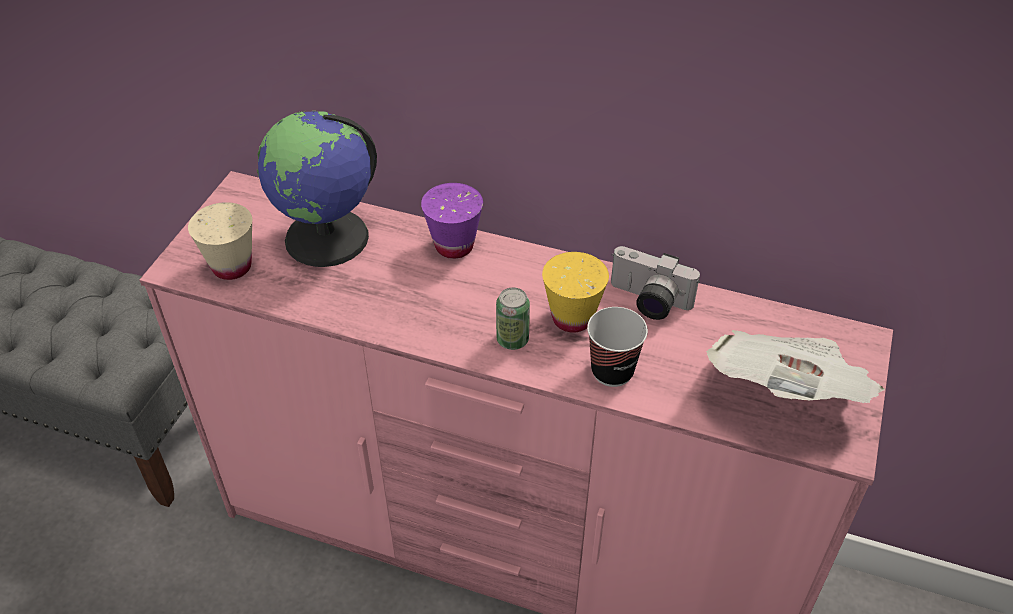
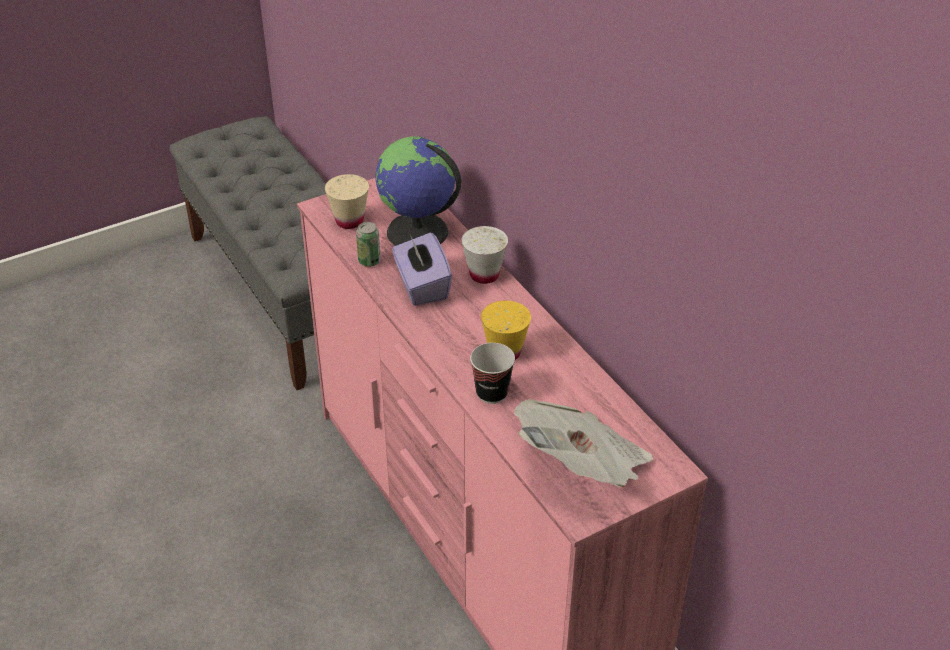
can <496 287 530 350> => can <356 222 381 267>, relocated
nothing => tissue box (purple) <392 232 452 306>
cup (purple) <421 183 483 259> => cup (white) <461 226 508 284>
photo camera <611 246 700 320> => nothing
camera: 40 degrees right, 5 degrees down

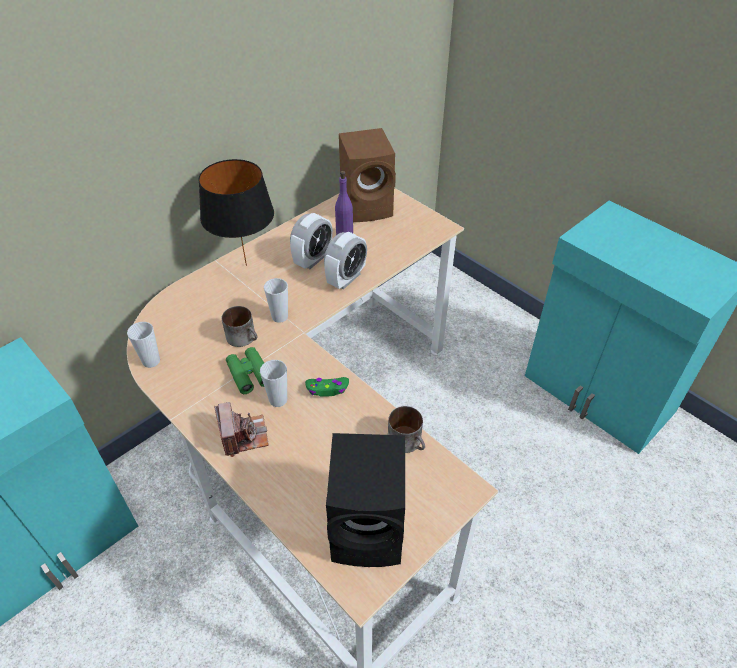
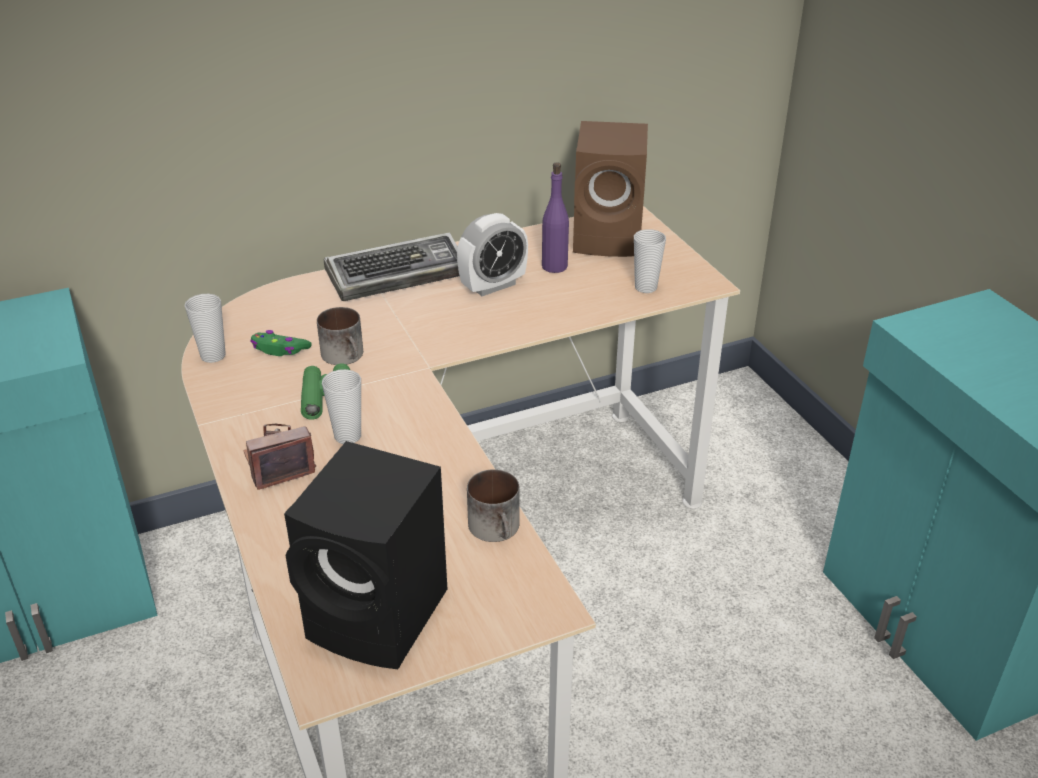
photo camera <214 402 269 457> => photo camera <243 424 316 490>, 120 degrees counterclockwise
game controller (green) <305 377 349 397> => game controller (green) <250 330 312 356>, relocated
table lamp (black) <198 159 274 266> => keyboard <324 233 460 301>
cup <264 278 288 323> => cup <634 229 666 293>, relocated
alarm clock <324 232 367 289> => nothing
camera: 20 degrees right, 10 degrees down

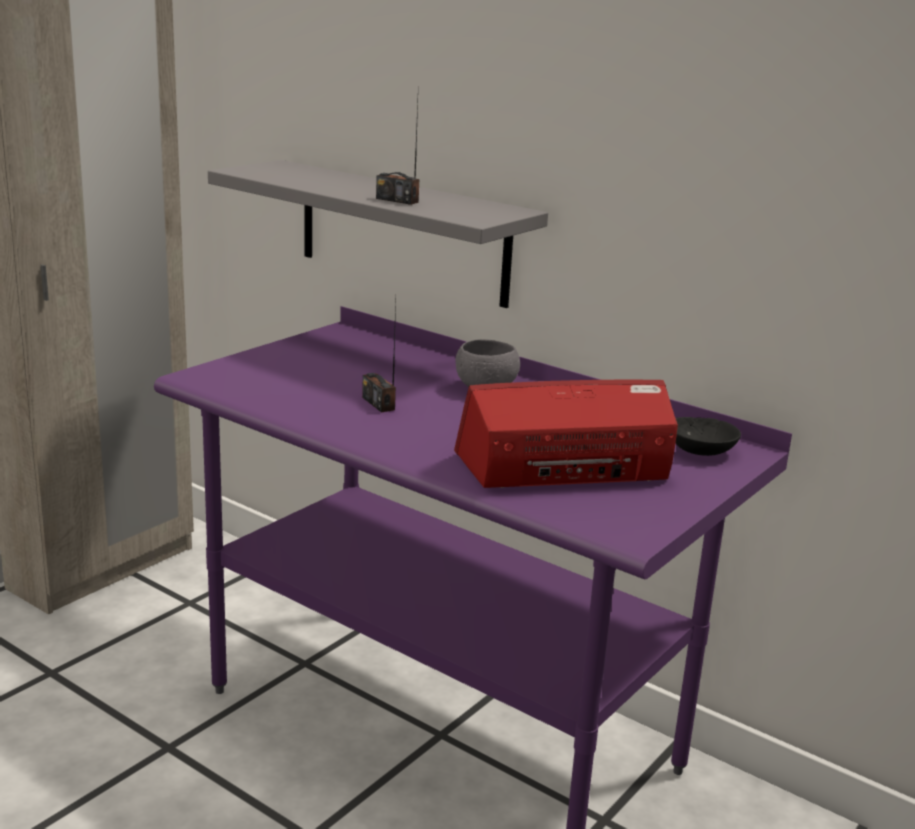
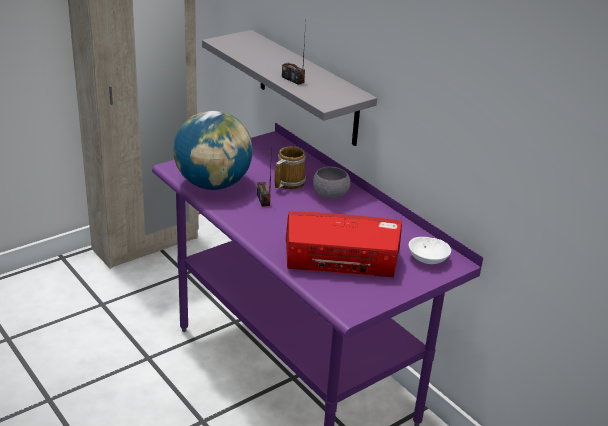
nothing => globe <173 110 253 190>
nothing => mug <274 146 306 190>
bowl (black) <675 417 741 456> => bowl (white) <409 237 451 264>
camera: 15 degrees right, 10 degrees up

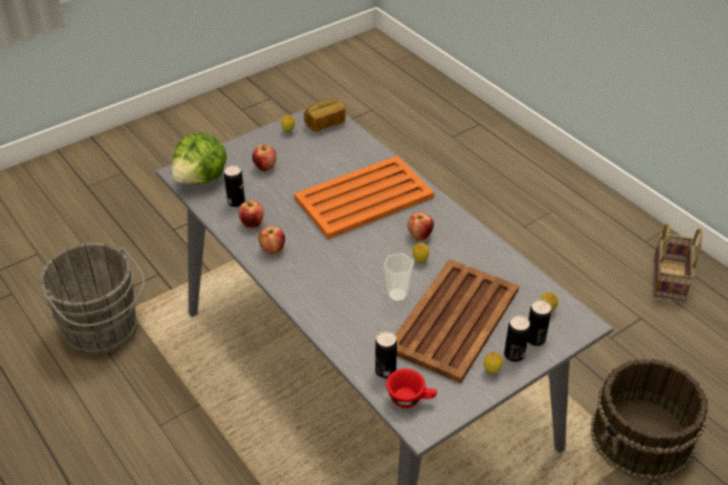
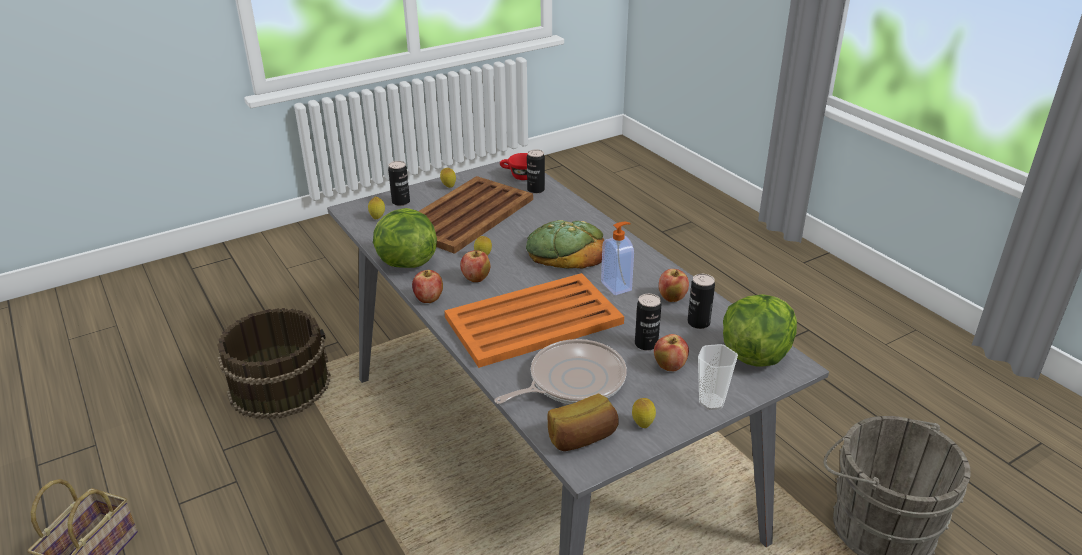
nothing => lettuce <373 208 437 268>
apple <258 226 285 254> => apple <412 270 443 303>, relocated
nothing => frying pan <494 339 627 404>
nothing => bread <526 220 604 269>
nothing => soap dispenser <601 222 634 295>
can <504 315 530 362> => can <635 294 661 351>, relocated
cup <384 253 414 302> => cup <698 344 738 410>, relocated
camera: 175 degrees left, 10 degrees down

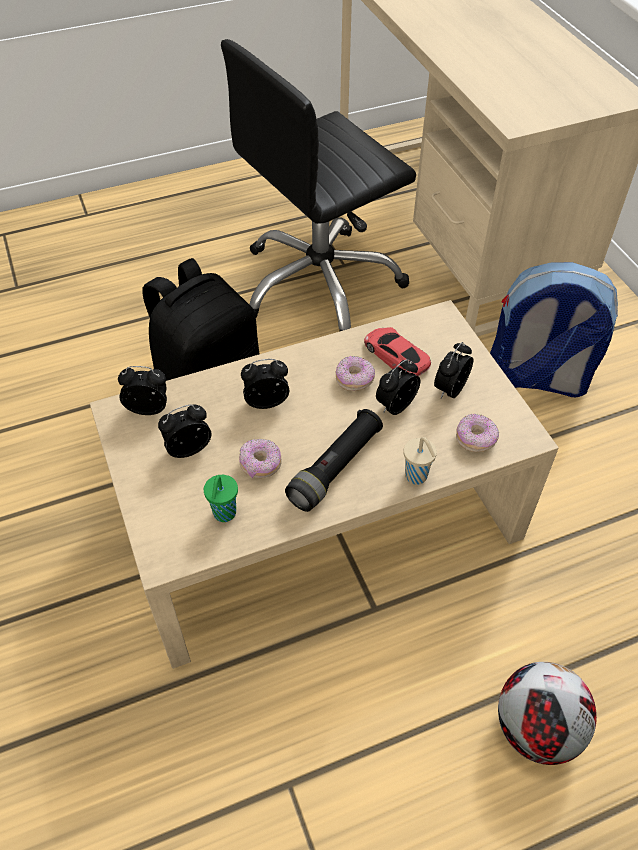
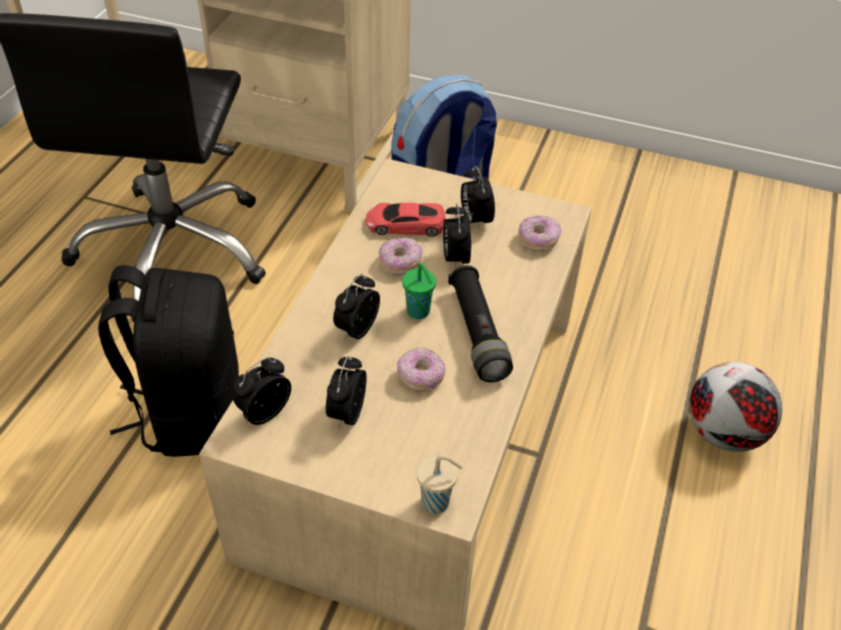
cup (green) <204 475 238 522> => cup (green) <402 263 436 319>, relocated
cup (beige) <404 437 437 485> => cup (beige) <417 455 463 514>, relocated
camera: 50 degrees left, 5 degrees down

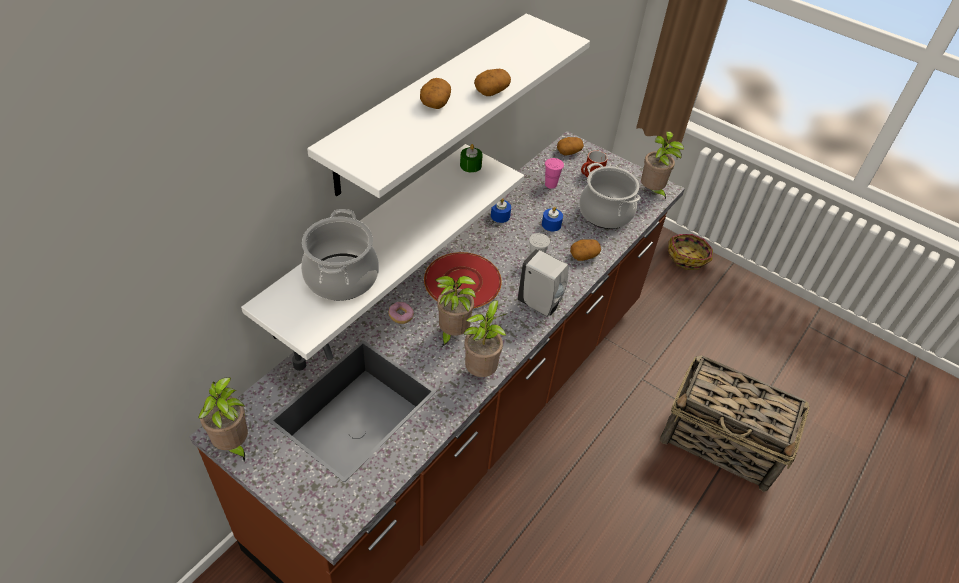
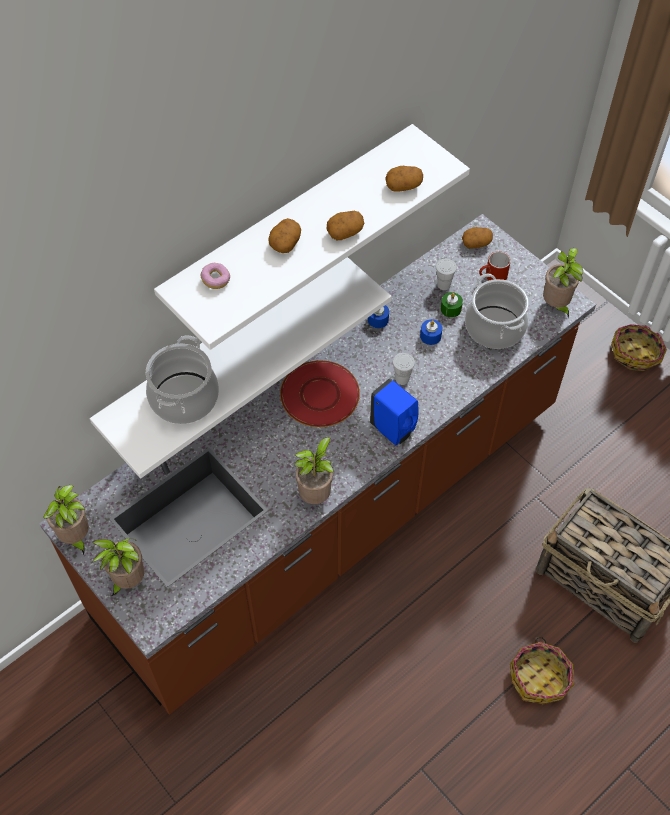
potted plant <435 276 476 348> => potted plant <92 538 144 596>, relocated
donut <388 302 414 324> => donut <201 263 230 289>, relocated
soap dispenser (white) <517 249 569 317> => soap dispenser (blue) <370 378 419 446>
potato <570 239 601 261> => potato <385 166 423 192>, relocated
cup (pink) <545 158 564 189> => cup (white) <436 259 457 290>
candle (green) <460 144 483 173> => candle (green) <441 292 463 317>, relocated
nothing => basket <510 637 574 704>
camera: 15 degrees right, 10 degrees up

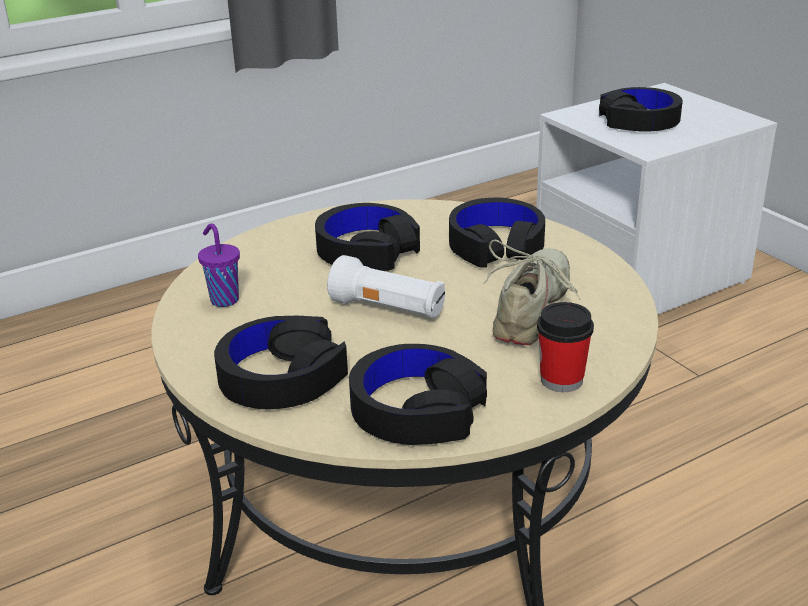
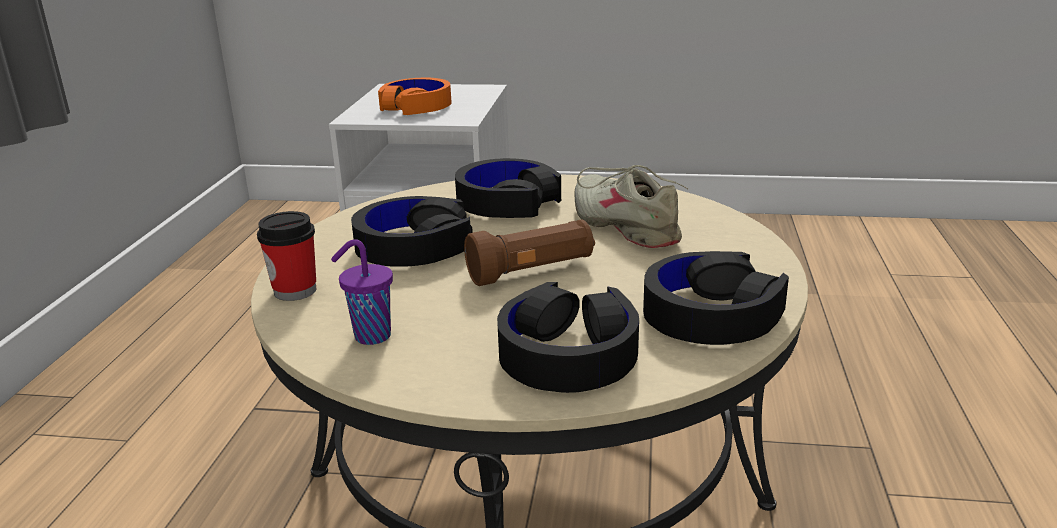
cup <537 302 594 392> => cup <257 211 316 301>, relocated
headphones (black) <599 87 683 132> => headphones (orange) <378 78 452 115>
flashlight (white) <327 255 445 318> => flashlight (brown) <464 220 595 286>
camera: 50 degrees left, 5 degrees down

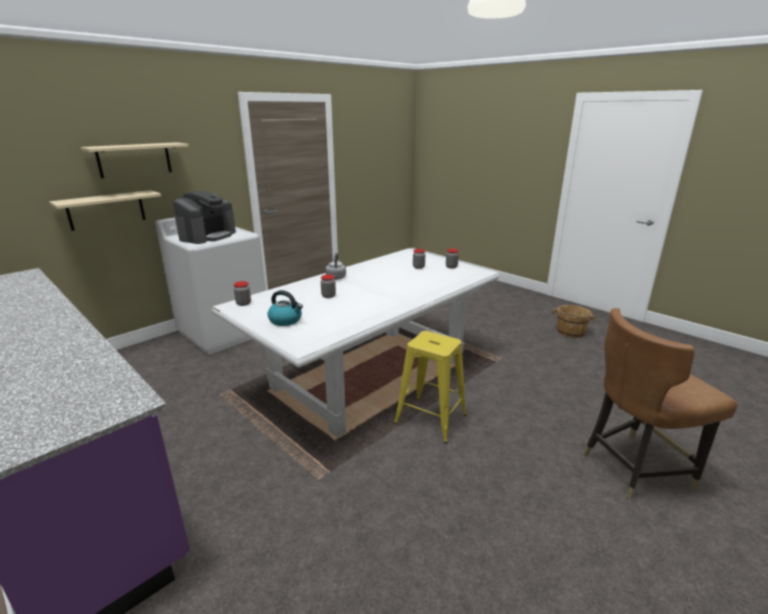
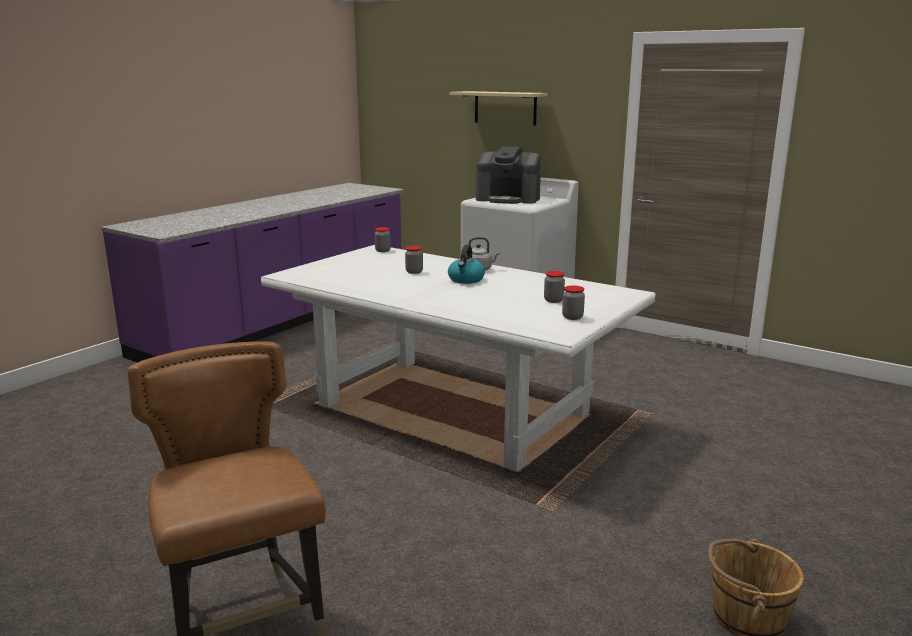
kettle <268 290 303 326> => kettle <448 245 485 284>, relocated
shelf (beige) <49 190 161 231> => nothing
stool (yellow) <394 331 467 443> => nothing
camera: 80 degrees right, 5 degrees down

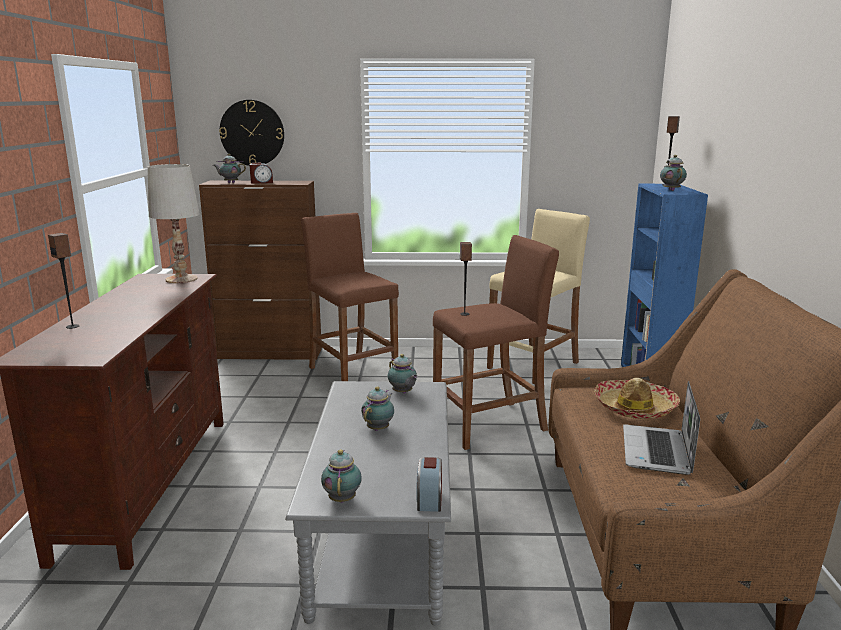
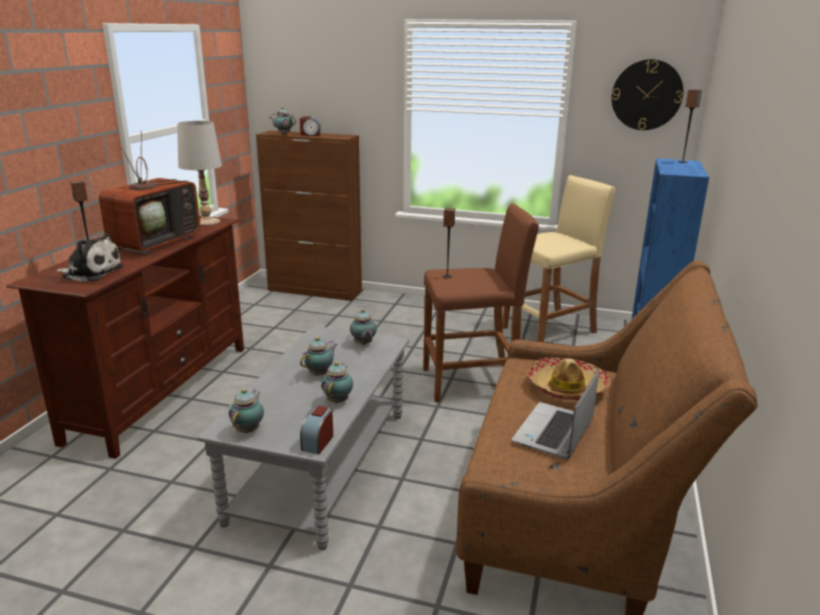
nothing => plush toy <56 233 124 282>
nothing => television <99 131 200 254>
teapot <660 155 687 191> => teapot <321 362 353 404>, relocated
wall clock <219 100 284 166> => wall clock <611 59 683 130>, relocated
stool (brown) <301 213 399 381> => nothing
camera: 15 degrees right, 5 degrees up

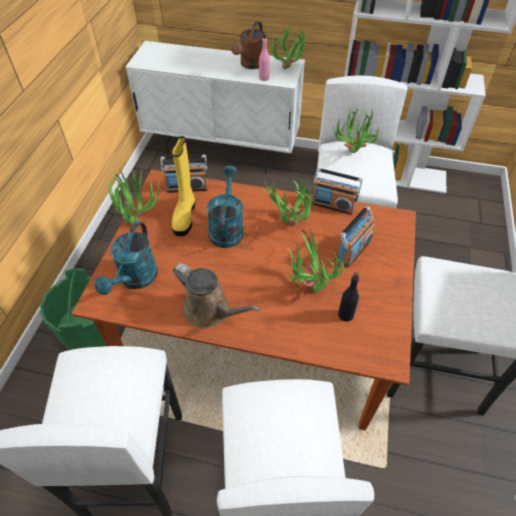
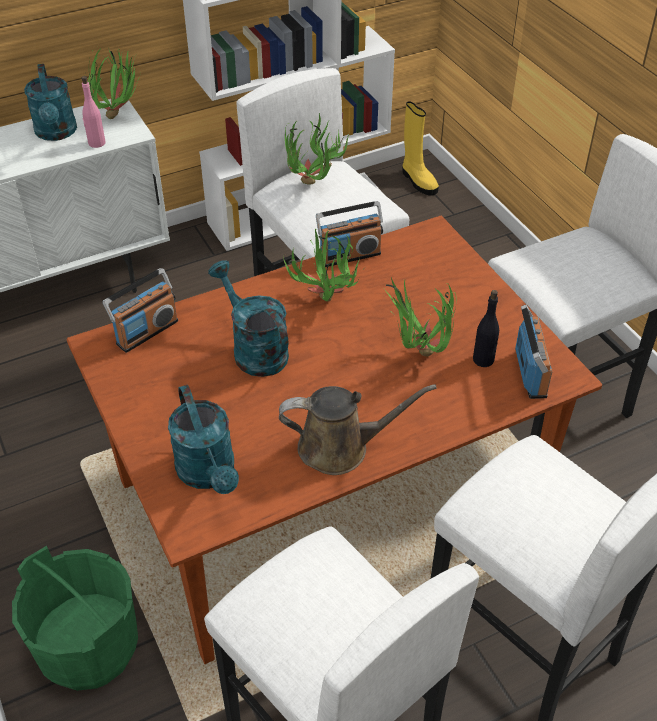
watering can (brown) <231 21 265 69> => watering can (turquoise) <24 64 77 141>
boot (yellow) <171 136 195 236> => boot (yellow) <402 101 439 196>, relocated
radio <339 206 375 267> => radio <515 305 552 399>, relocated
potted plant <109 168 159 225> => nothing
camera: 40 degrees left, 5 degrees down

